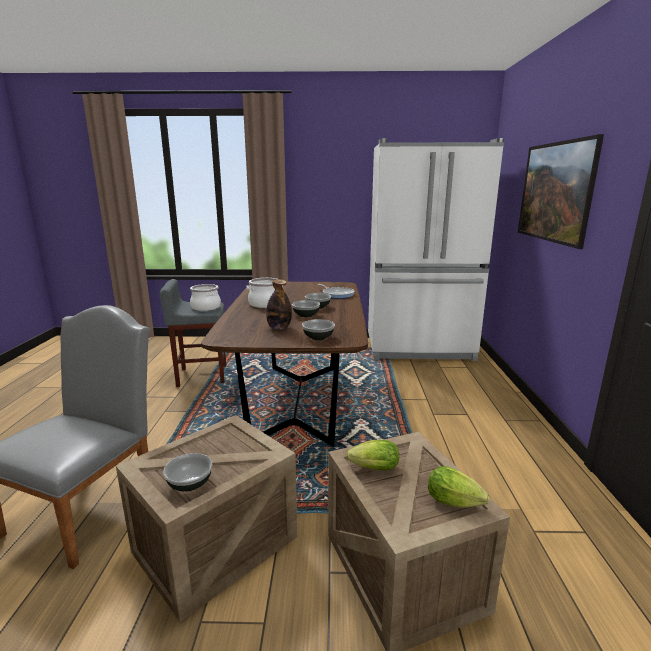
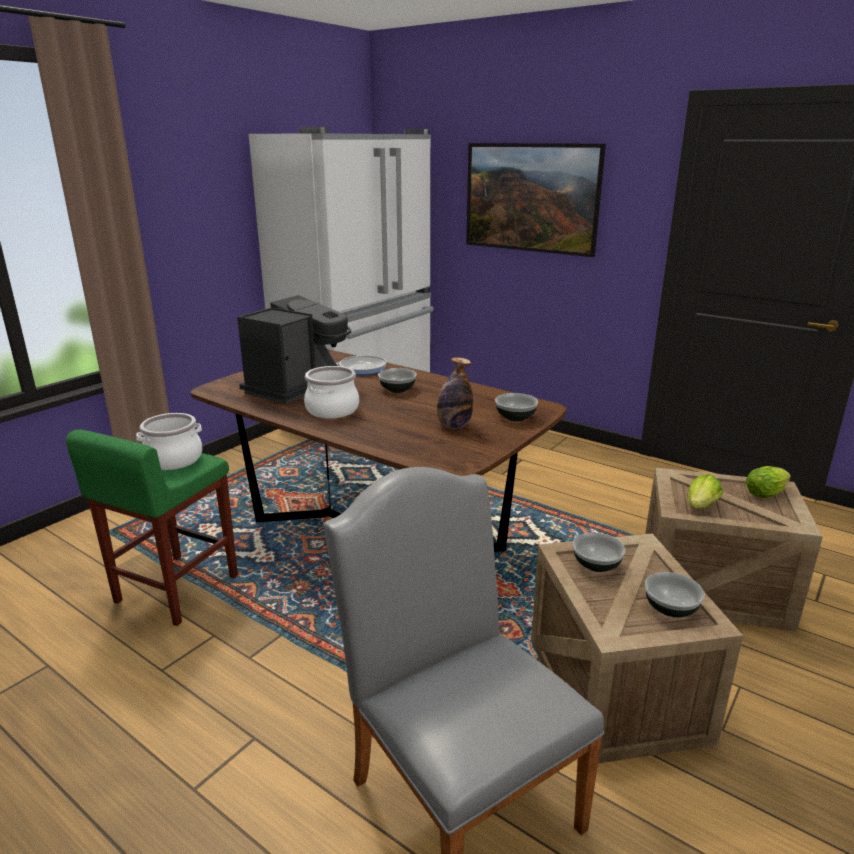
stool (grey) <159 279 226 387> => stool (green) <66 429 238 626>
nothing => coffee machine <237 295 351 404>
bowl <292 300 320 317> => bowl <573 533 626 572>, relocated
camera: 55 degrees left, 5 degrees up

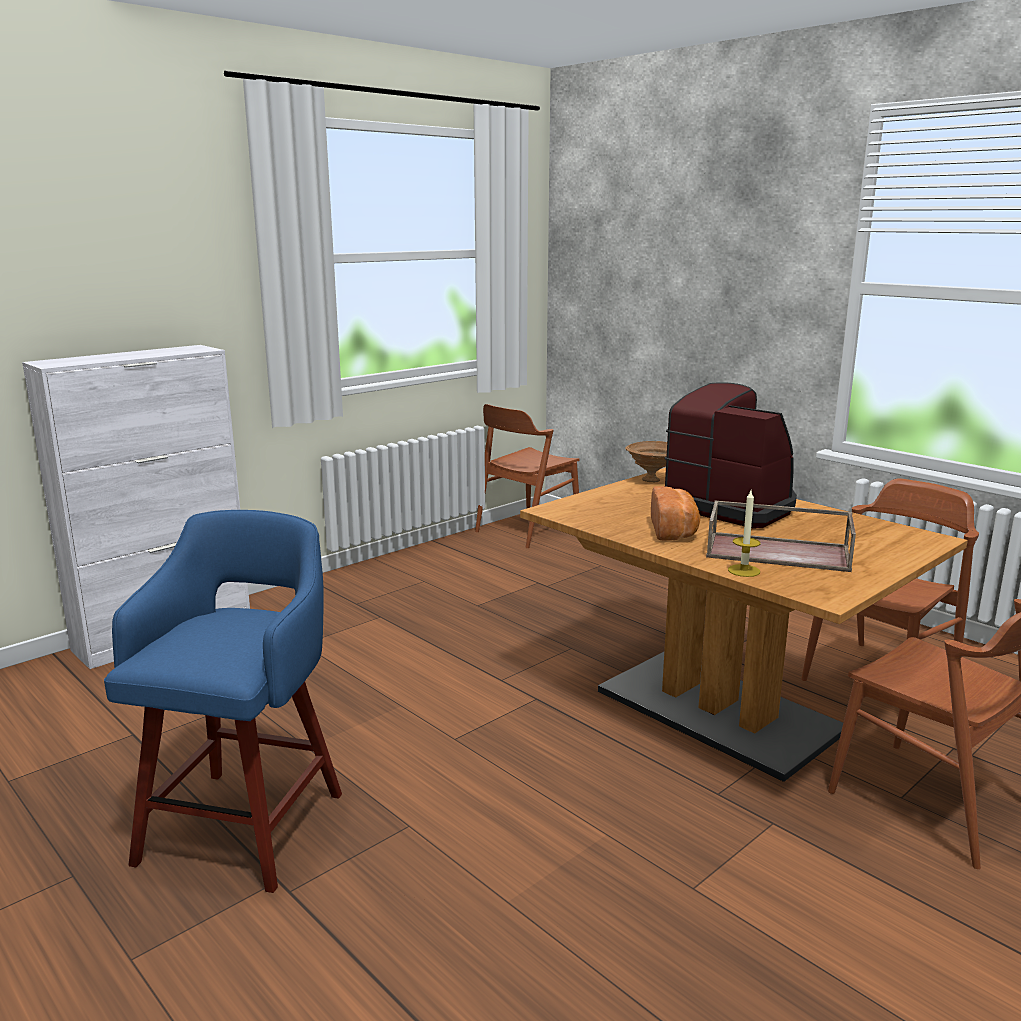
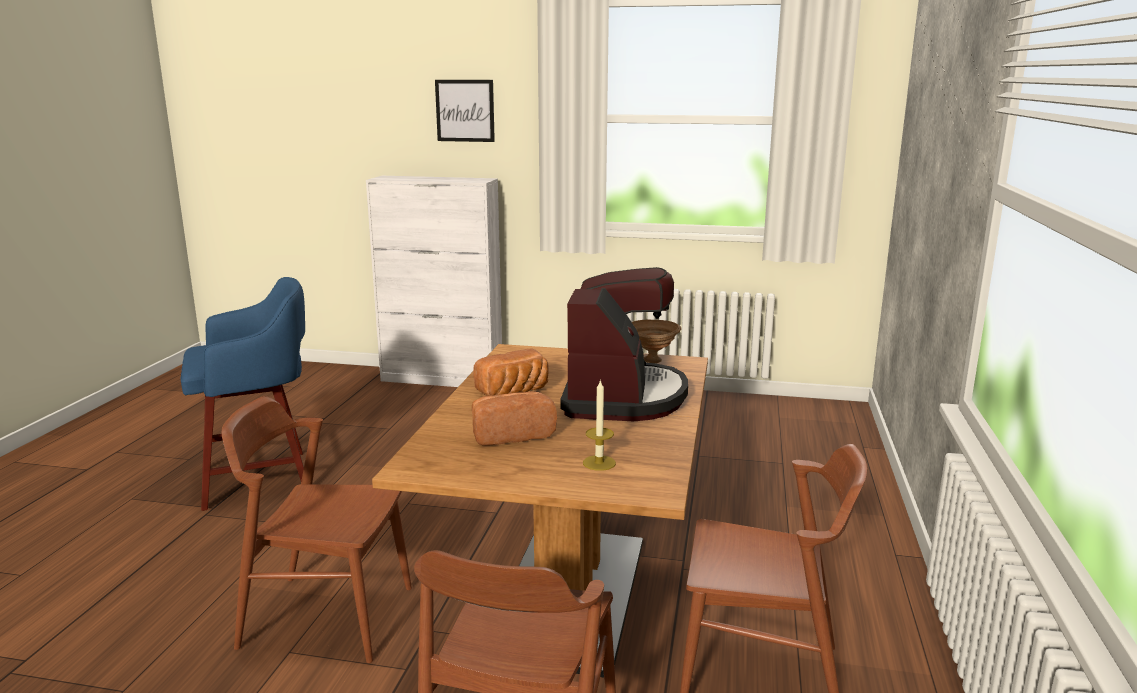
chair (brown) <475 404 580 548> => chair (brown) <222 396 412 663>, relocated
nothing => picture <435 80 495 142>
tray (brown) <706 501 856 572> => bread <472 391 557 446>
candle <728 491 760 577> => candle <583 379 616 471>, relocated
camera: 55 degrees right, 0 degrees up

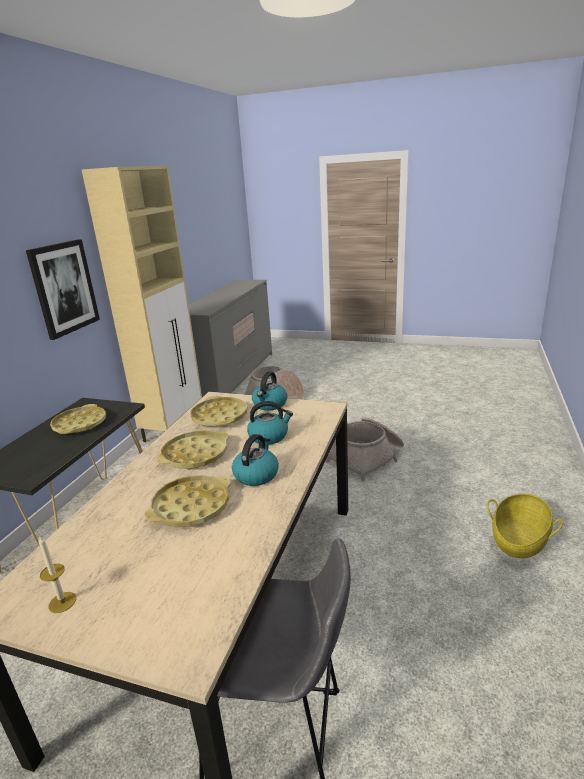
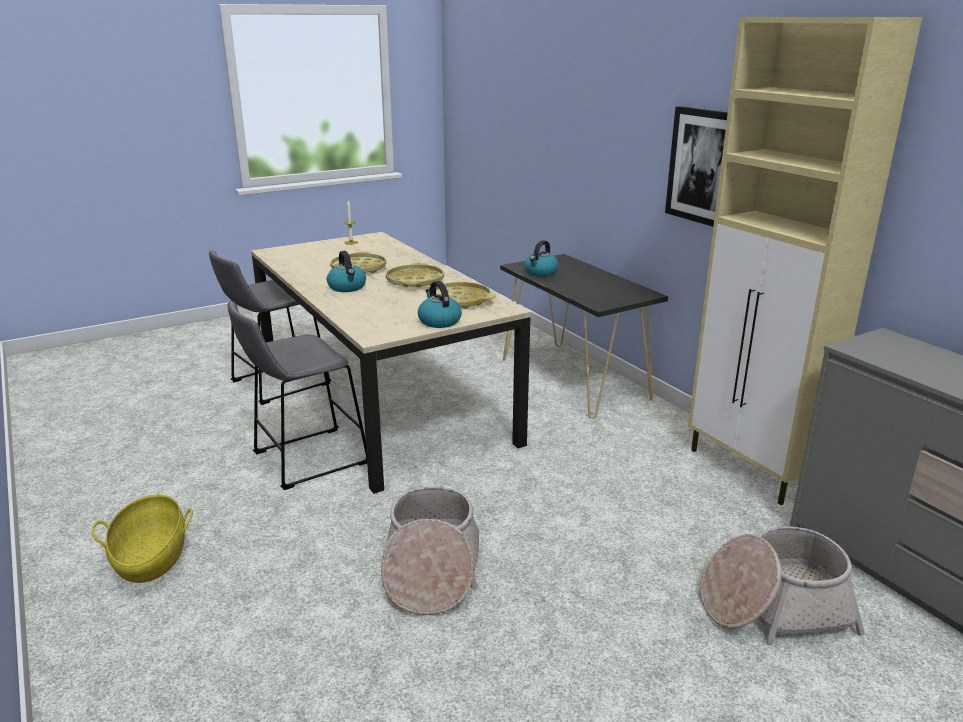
nothing => stool (grey) <227 301 367 490>
kettle <247 401 293 445> => kettle <524 240 559 277>, relocated
tray (yellow) <50 404 106 434> => nothing
camera: 130 degrees right, 0 degrees up

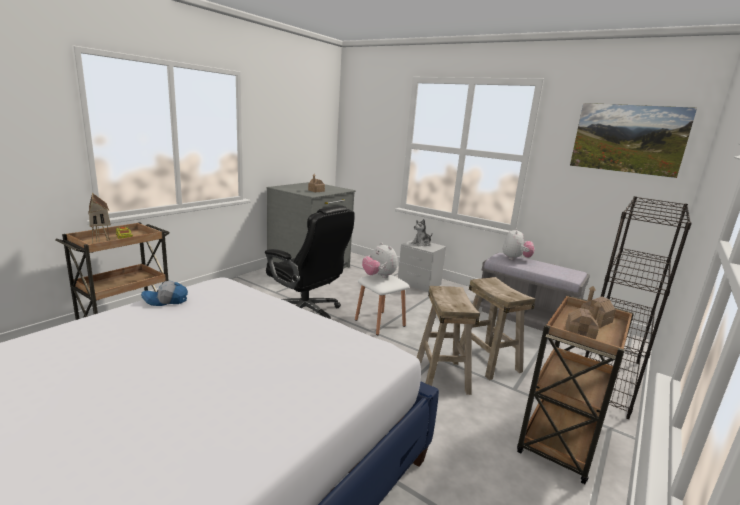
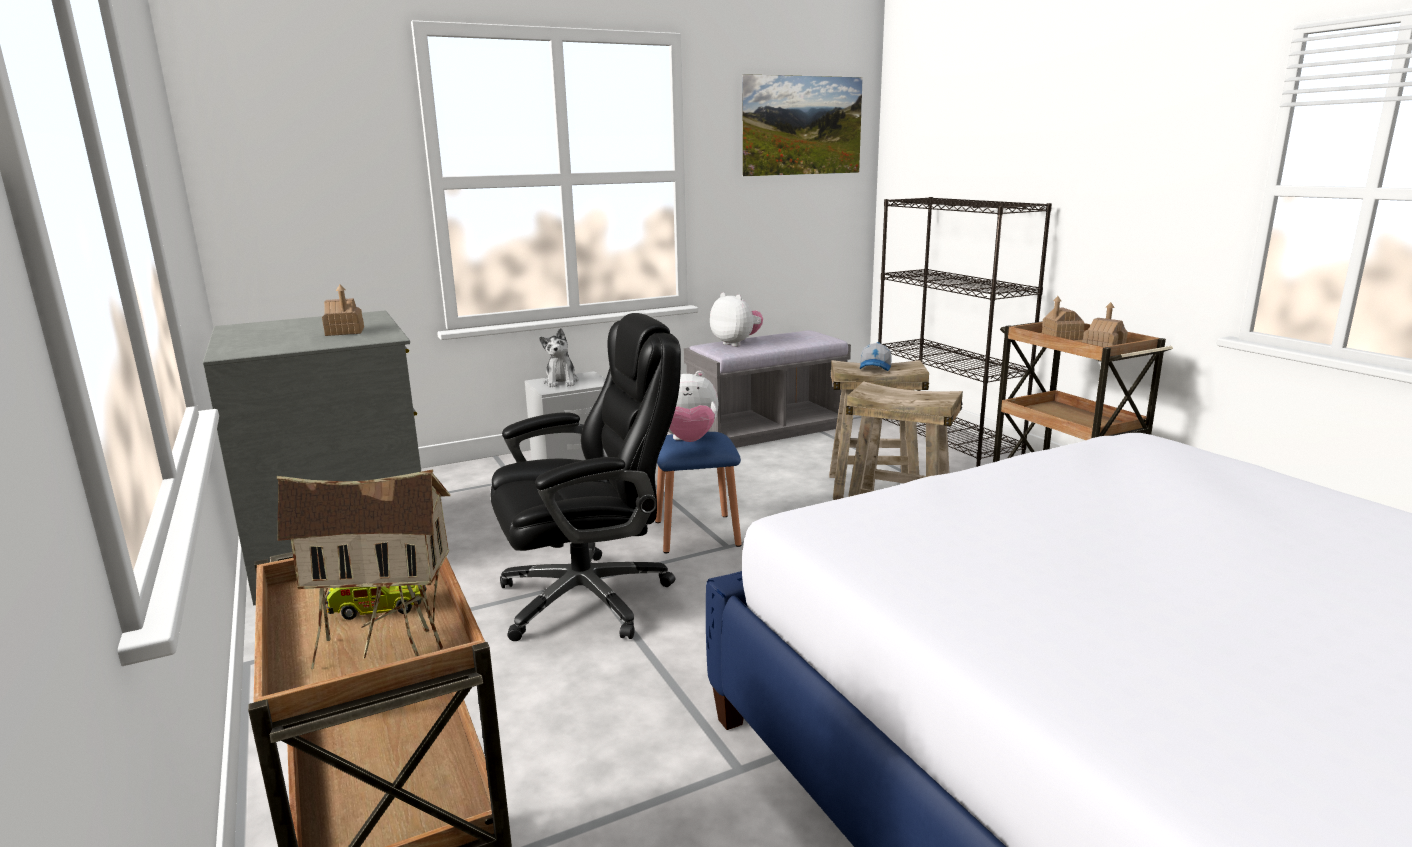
stool (white) <355 274 409 335> => stool (blue) <655 432 742 553>
cap <141 281 188 306> => cap <860 342 892 371>, relocated
camera: 60 degrees left, 0 degrees up

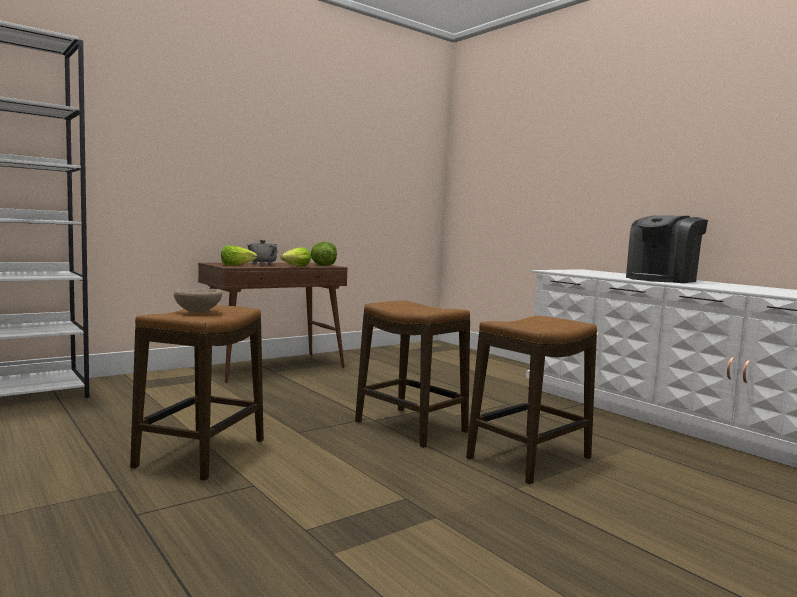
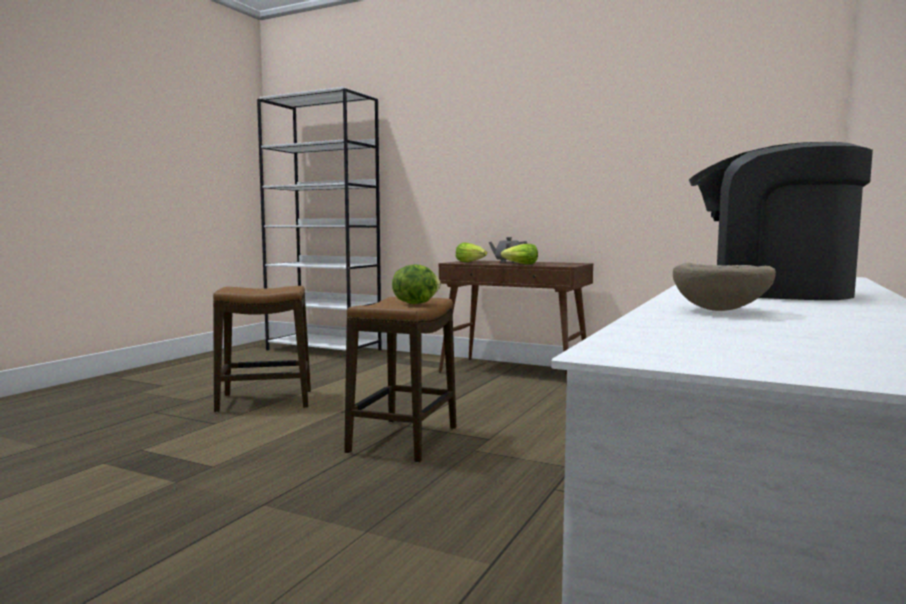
lettuce <311 242 337 266> => lettuce <392 264 441 304>, relocated
bowl (beige) <174 289 222 312> => bowl (beige) <673 263 776 311>, relocated
stool <466 316 597 485> => nothing
camera: 65 degrees right, 0 degrees up

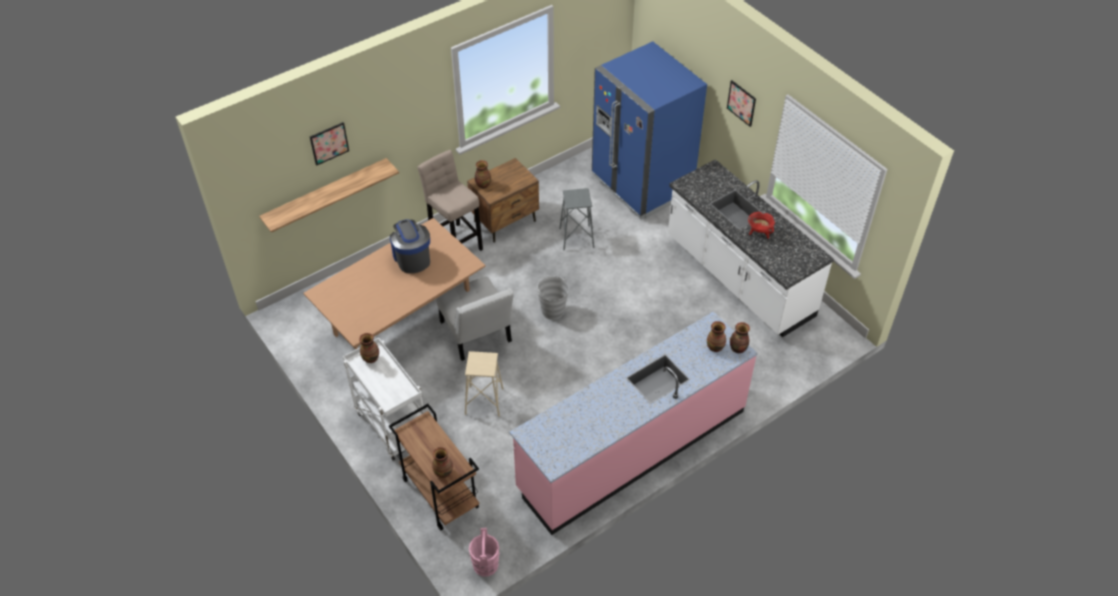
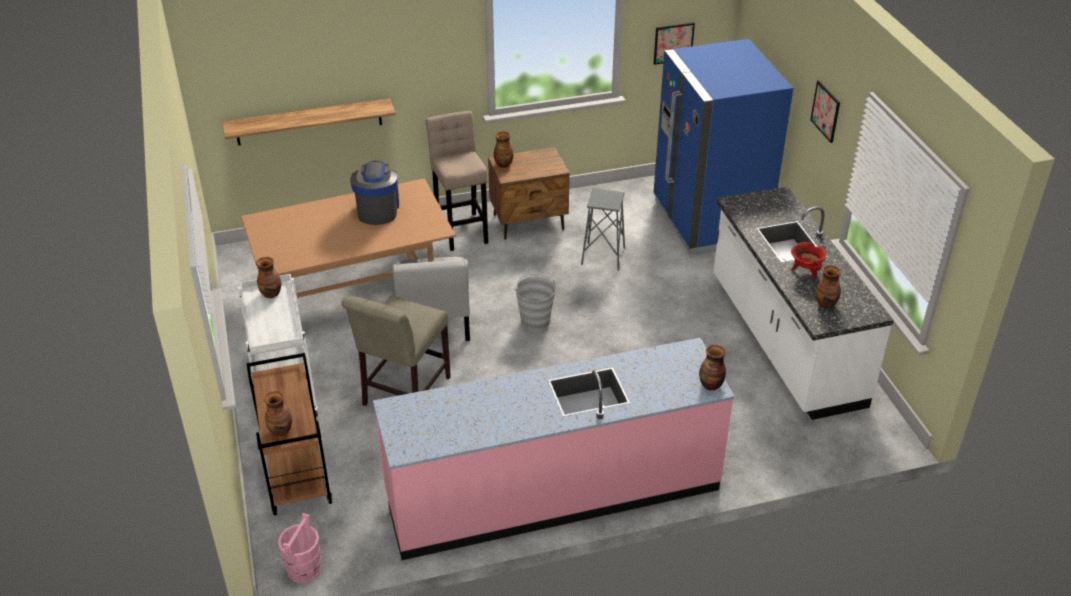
stool (beige) <465 351 503 417> => chair (beige) <341 296 451 406>
picture <310 122 349 166> => picture <654 23 695 65>, relocated
vase <707 321 726 352> => vase <816 265 841 308>, relocated
camera: 20 degrees right, 10 degrees down

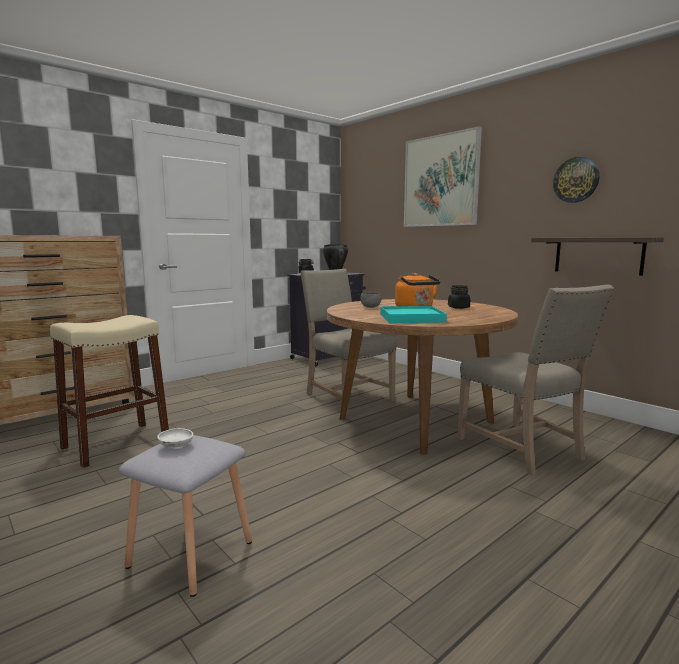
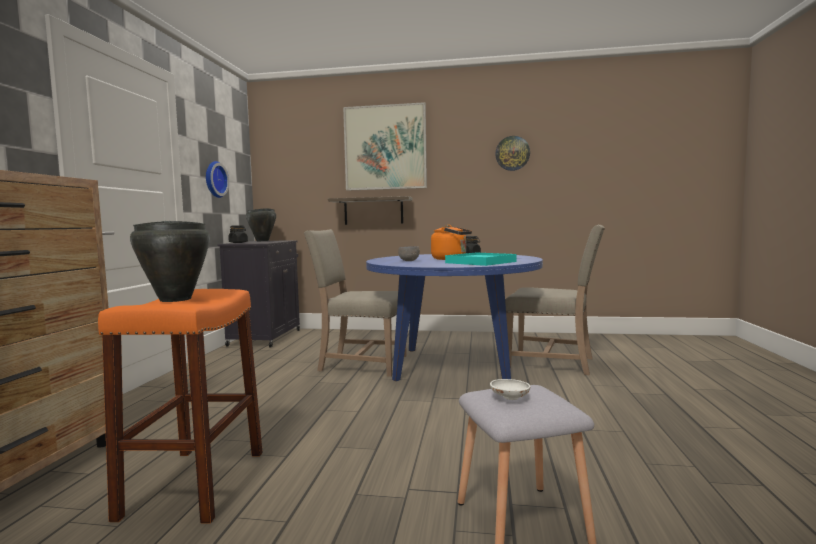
stool (beige) <50 315 169 468> => stool (orange) <98 289 263 524>
nothing => cooking pot (black) <130 221 210 302>
nothing => wall clock <206 161 229 198>
shelf <531 237 664 276> => shelf <328 196 412 225>, relocated
dining table (brown) <327 299 518 454> => dining table (blue) <366 254 543 381>
camera: 40 degrees left, 5 degrees down

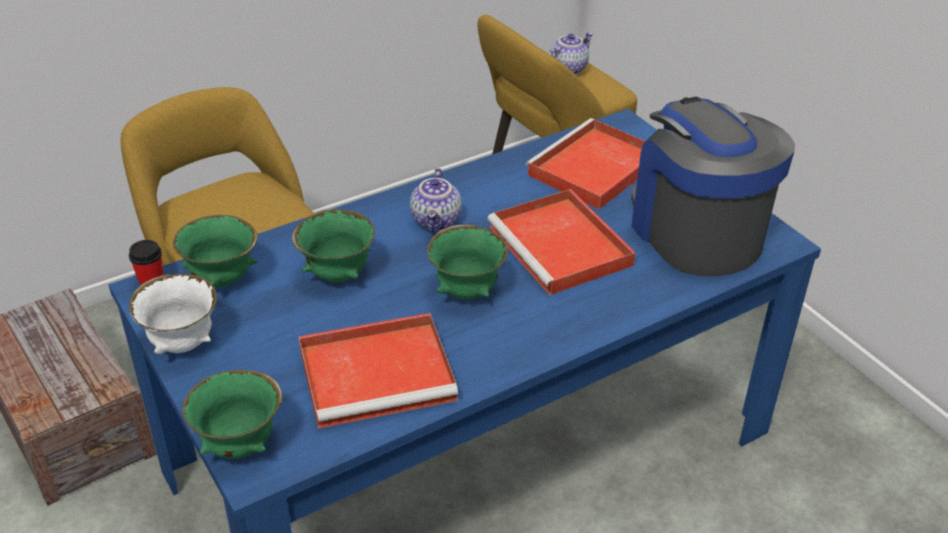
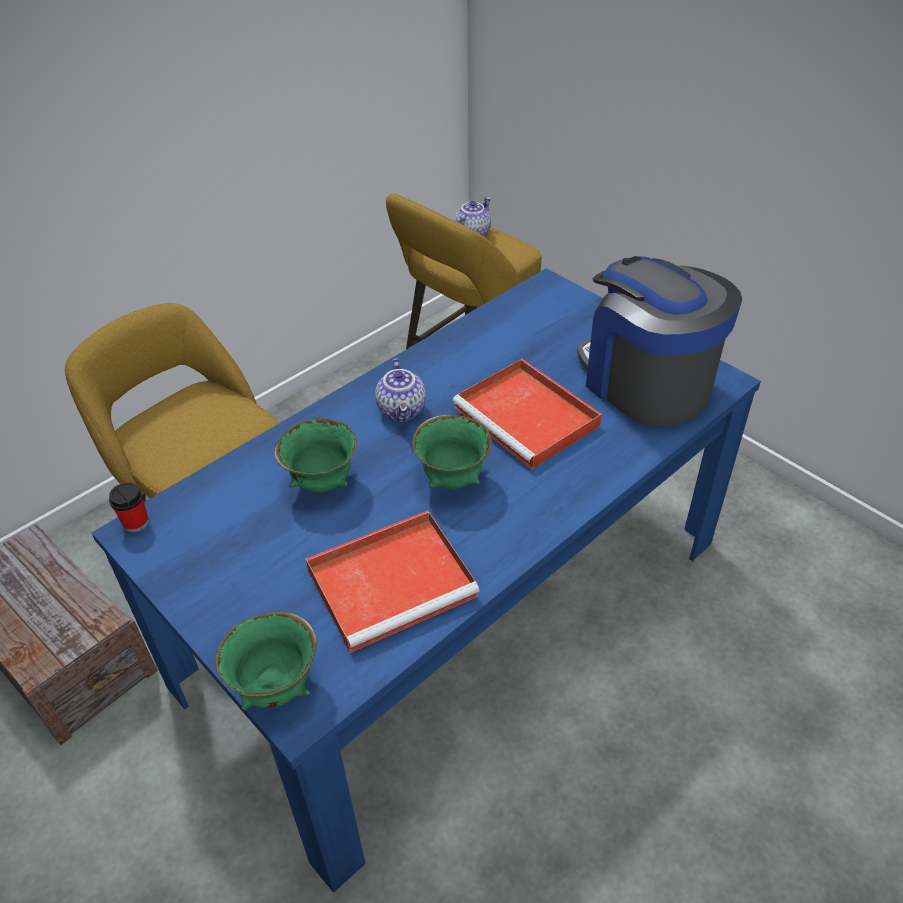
bowl (white) <129 274 217 354> => nothing
bowl (green) <173 215 258 287> => nothing
tray (red) <525 118 645 209> => nothing
camera: 10 degrees left, 5 degrees up

